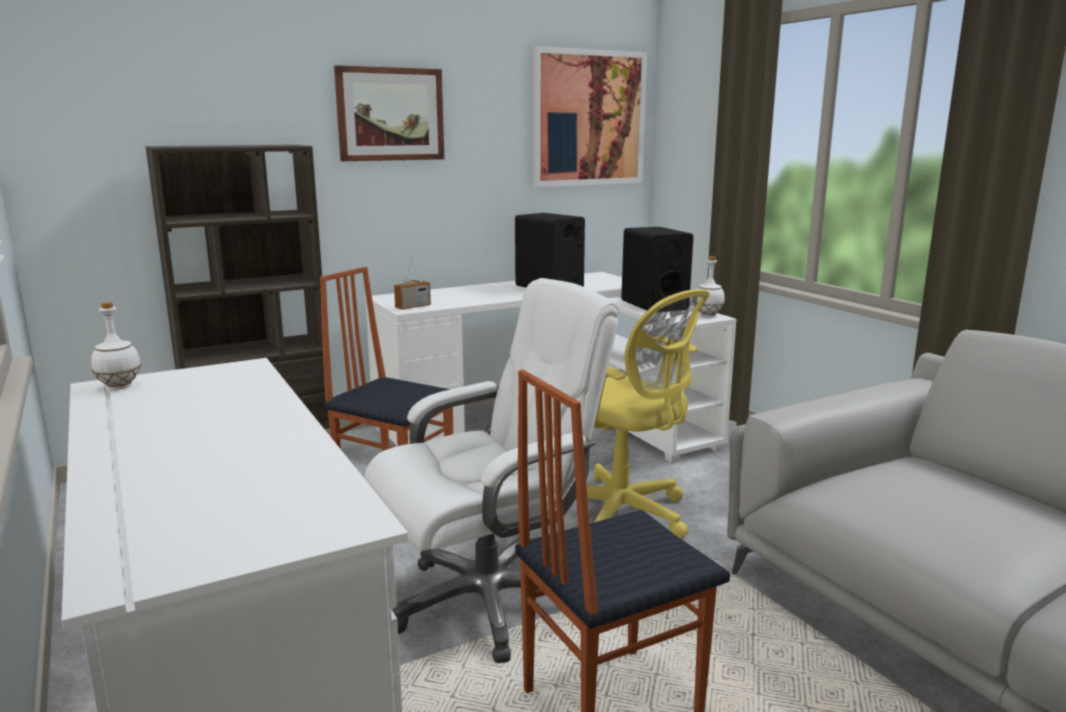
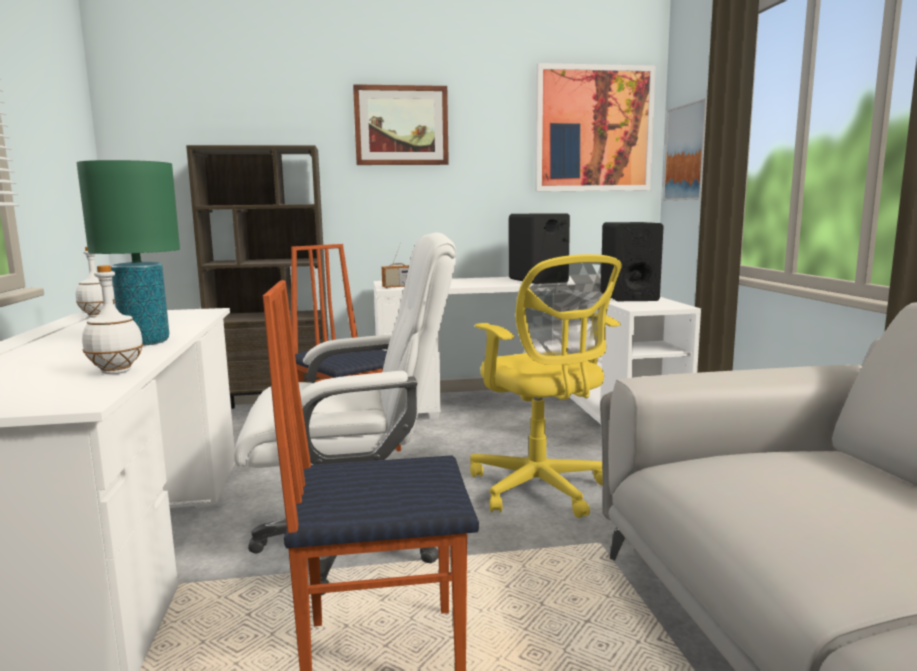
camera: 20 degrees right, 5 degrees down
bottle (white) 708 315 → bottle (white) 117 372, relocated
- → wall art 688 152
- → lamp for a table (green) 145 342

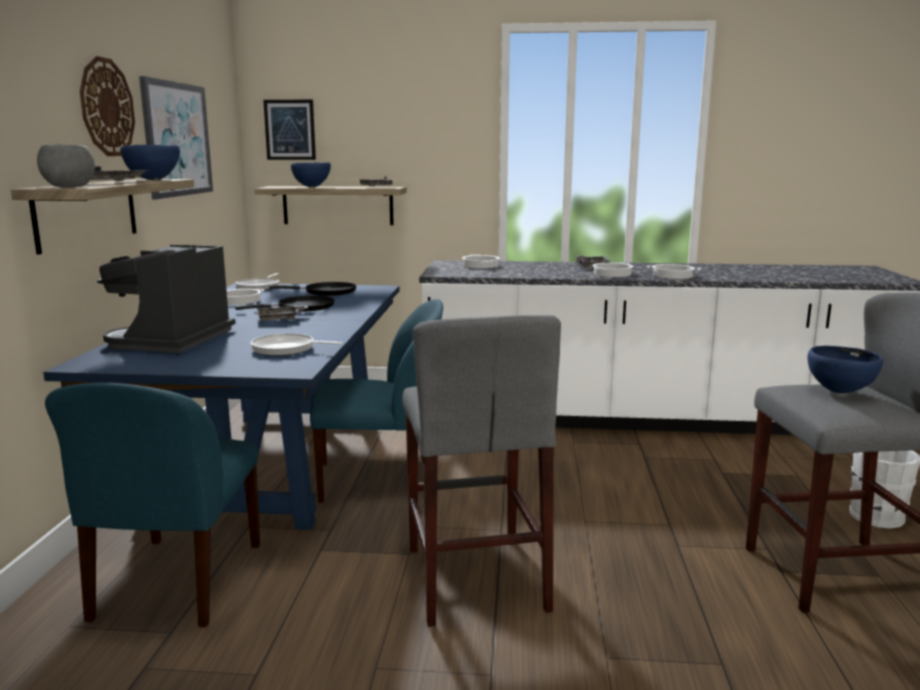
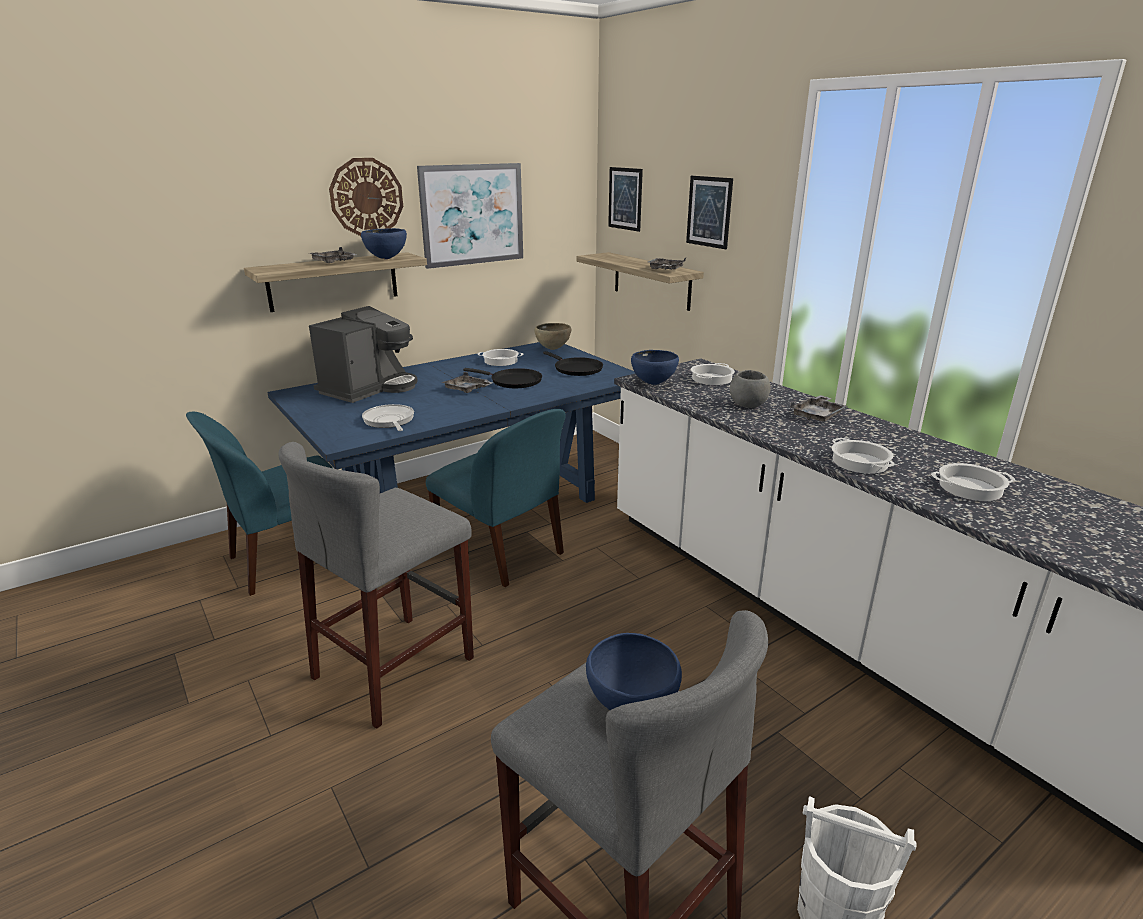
camera: 50 degrees right, 10 degrees up
deep dish (gray) 68 187 → deep dish (gray) 747 405, relocated
deep dish (blue) 312 187 → deep dish (blue) 653 383, relocated
coffee maker 172 340 → coffee maker 369 388, 150 degrees clockwise
saucepot 612 274 → saucepot 970 488, relocated
frying pan 259 287 → deep dish (brownish) 553 349
- → wall art 709 212

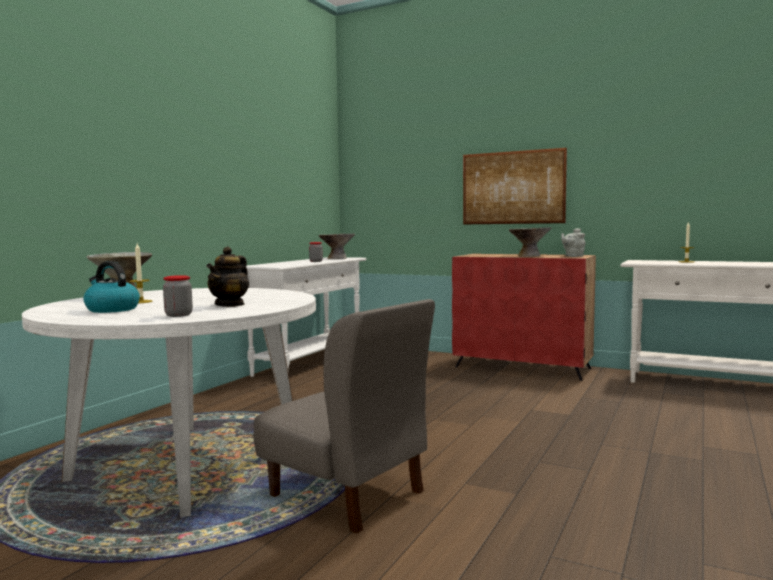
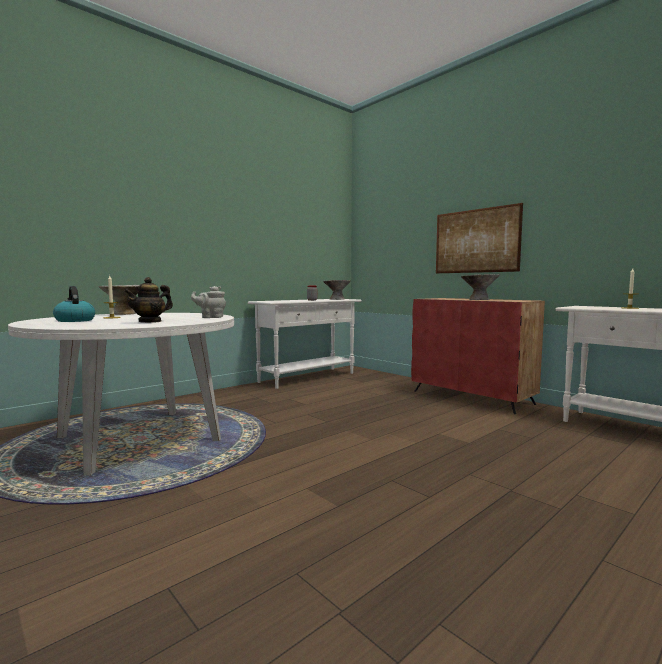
camera: 20 degrees right, 0 degrees up
tea pot (gray) 573 256 → tea pot (gray) 210 317, relocated
jar 178 315 → -
plain chair (gray) 347 494 → -

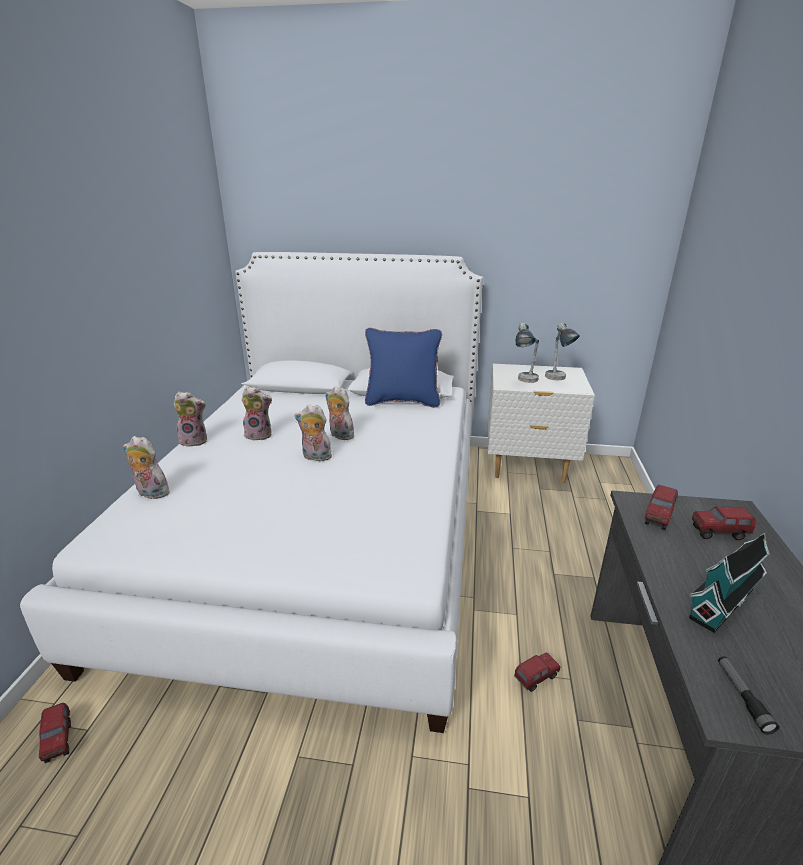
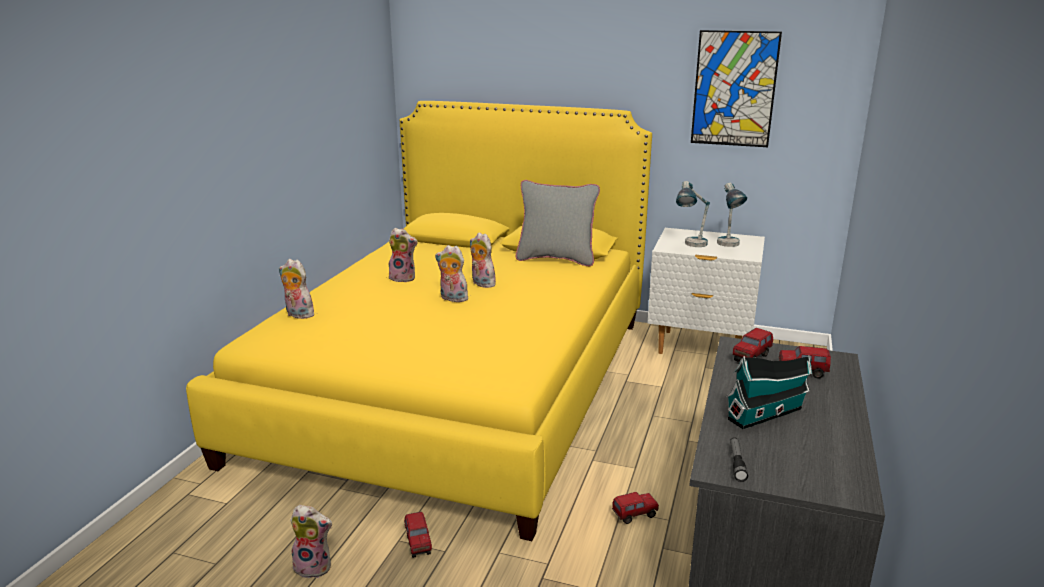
camera: 10 degrees right, 5 degrees down
sleeping bed (white) 322 531 → sleeping bed (yellow) 458 384
pillow (blue) 402 401 → pillow (gray) 556 259
cuddly toy 195 441 → cuddly toy 315 566, relocated
model truck 59 740 → model truck 418 544, relocated
- → wall art 734 89

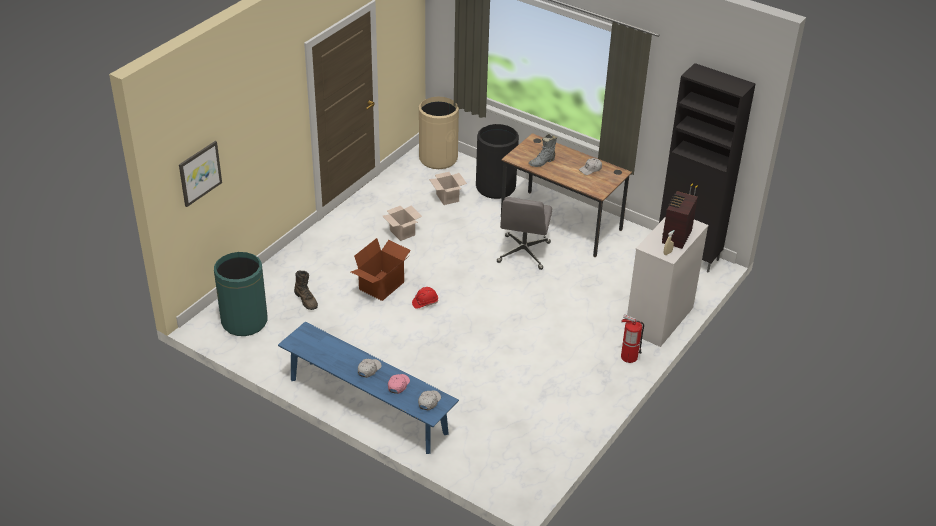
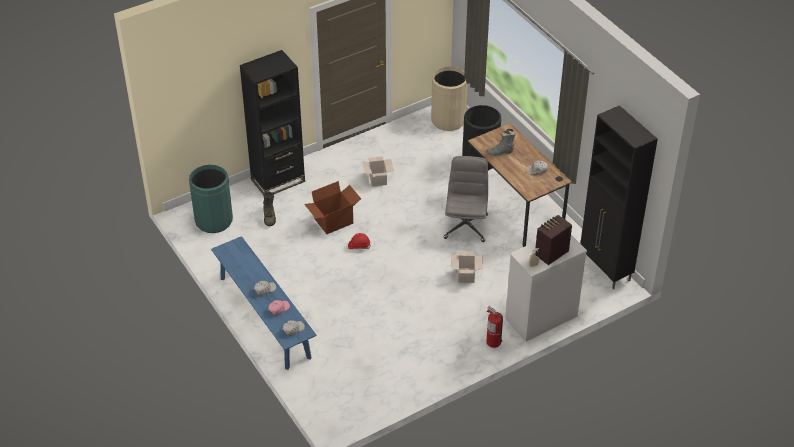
camera: 25 degrees right, 5 degrees up
wall art 199 173 → -
packing box 448 198 → packing box 466 276, relocated
computer chair (gray) 523 253 → computer chair (gray) 465 226, 150 degrees clockwise
- → bookshelf (black) 278 180

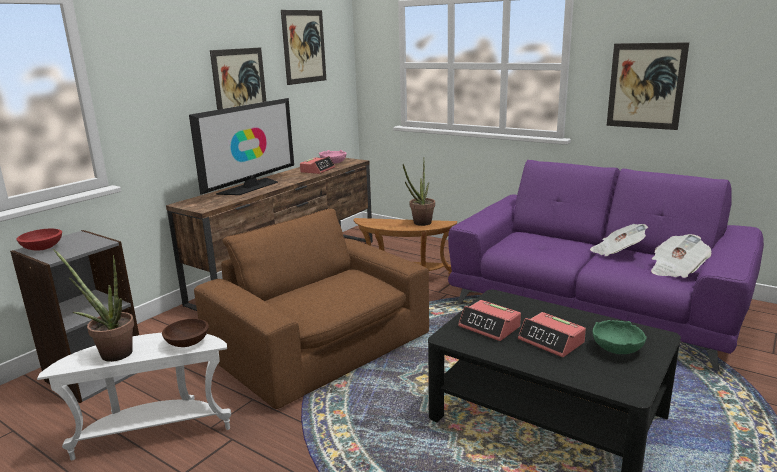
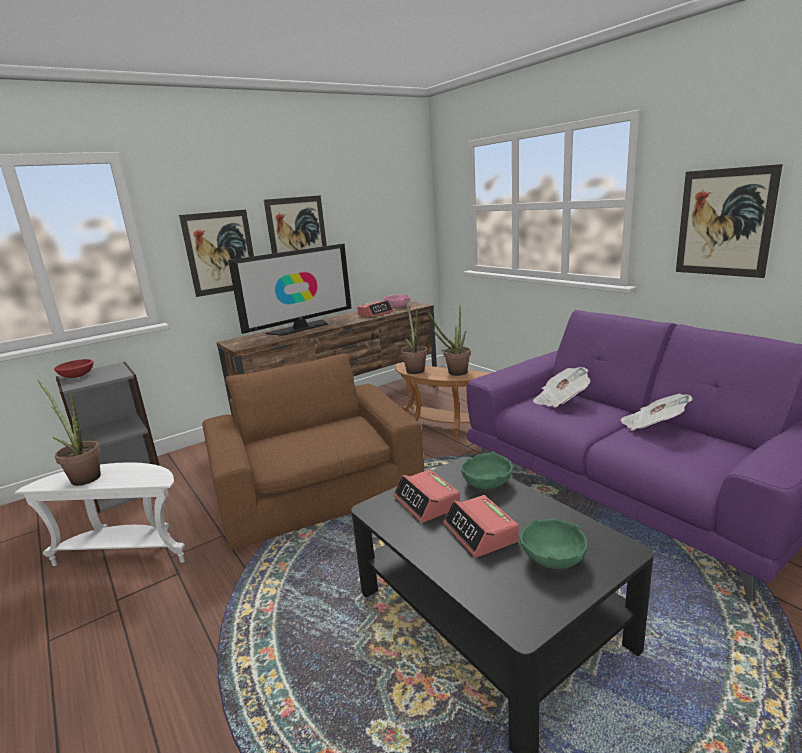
camera: 20 degrees right, 0 degrees up
wall art 304 47 → wall art 221 252, relocated
newspaper 676 270 → newspaper 560 400, relocated
deep dish (brownish) 187 342 → -
- → houseplant 414 369
- → deep dish (green) 486 483

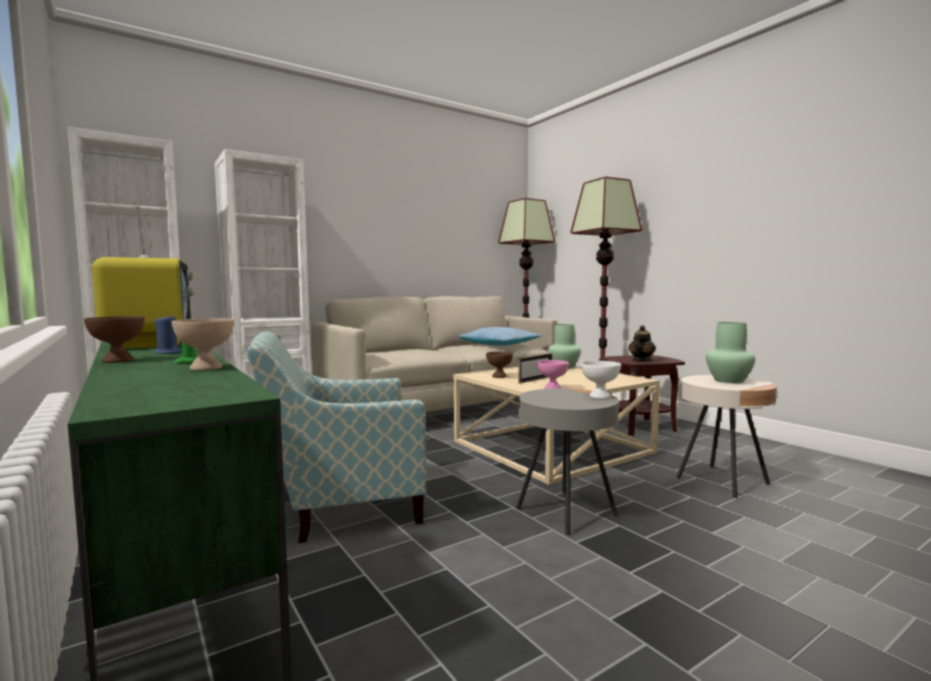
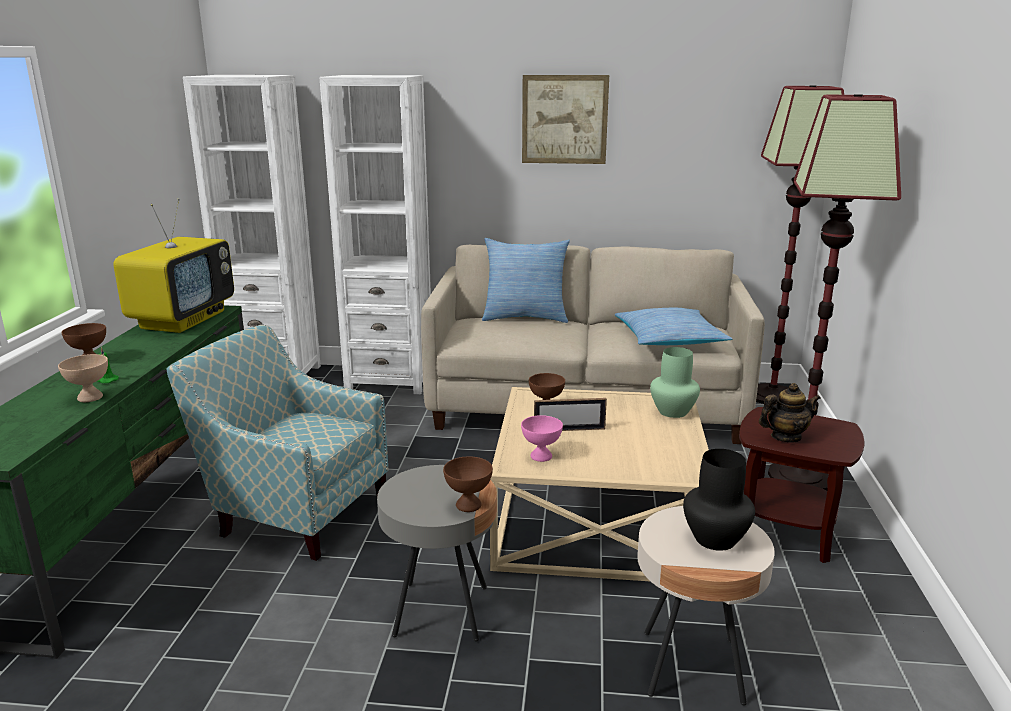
camera: 40 degrees right, 15 degrees up
wax light (blue) 168 353 → -
flower vase (green) 728 380 → flower vase (black) 714 538
deep dish (white) 599 396 → deep dish (brownish) 467 505
- → wall art 564 119
- → pillow 525 317

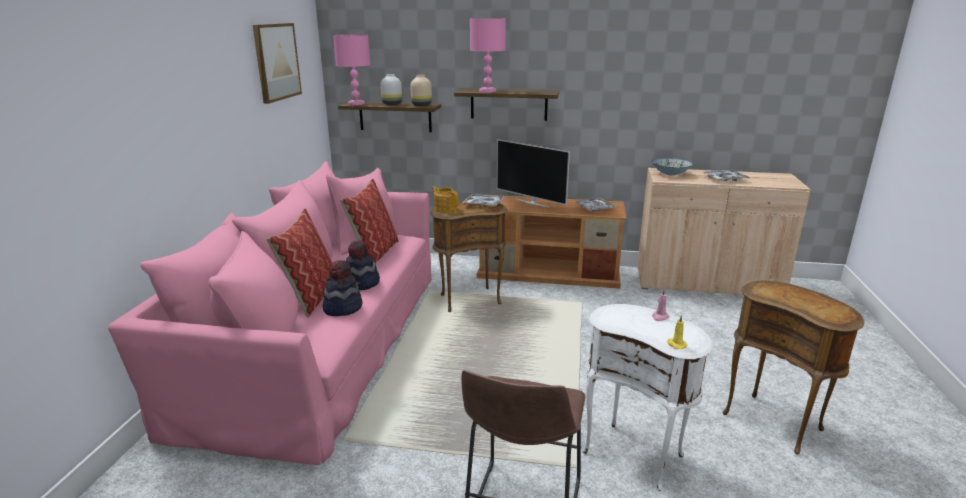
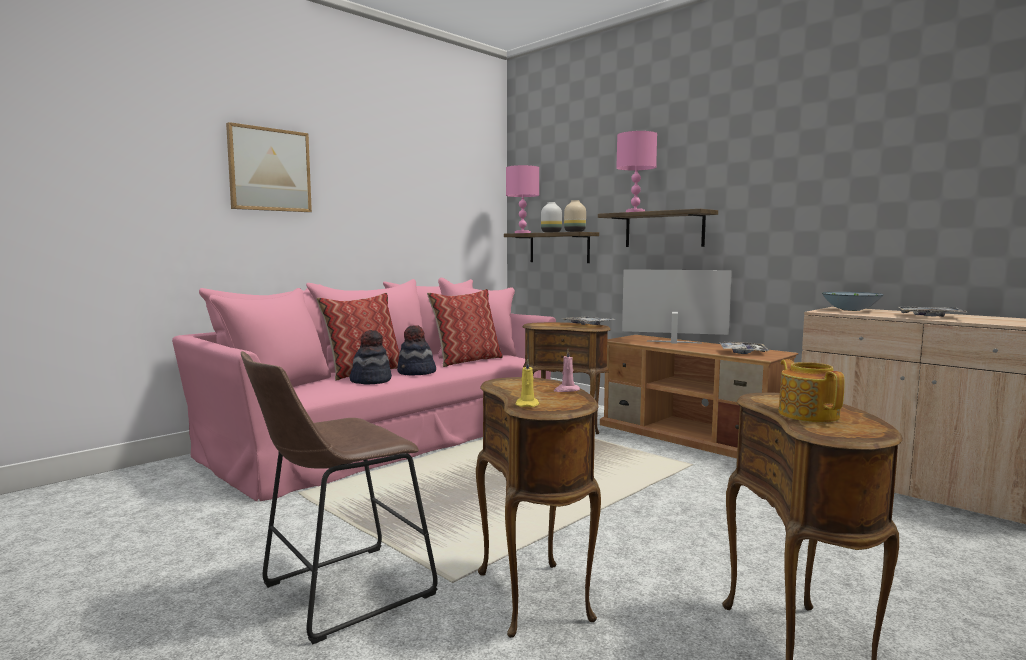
camera: 35 degrees right, 15 degrees down
wall art 276 61 → wall art 269 170, relocated
television 532 203 → television 673 342, 120 degrees clockwise
tea pot 445 209 → tea pot 808 414, relocated
accent table (white) 635 453 → accent table (brownish) 538 596

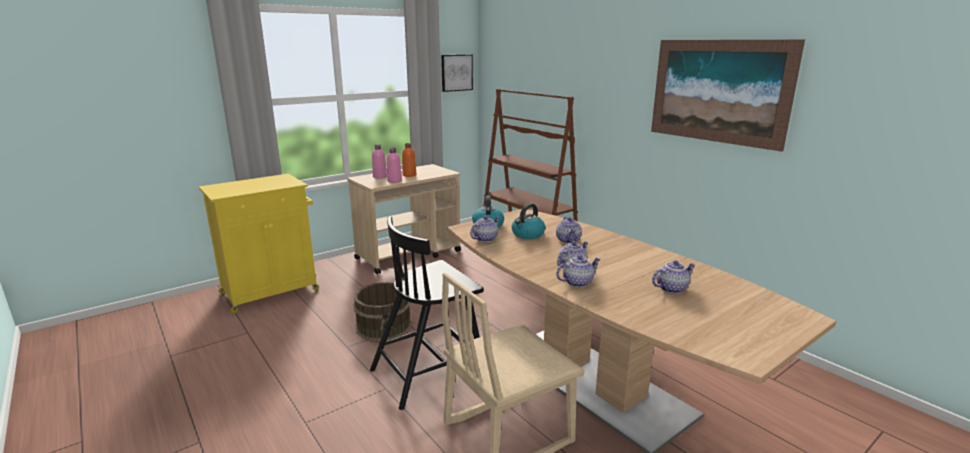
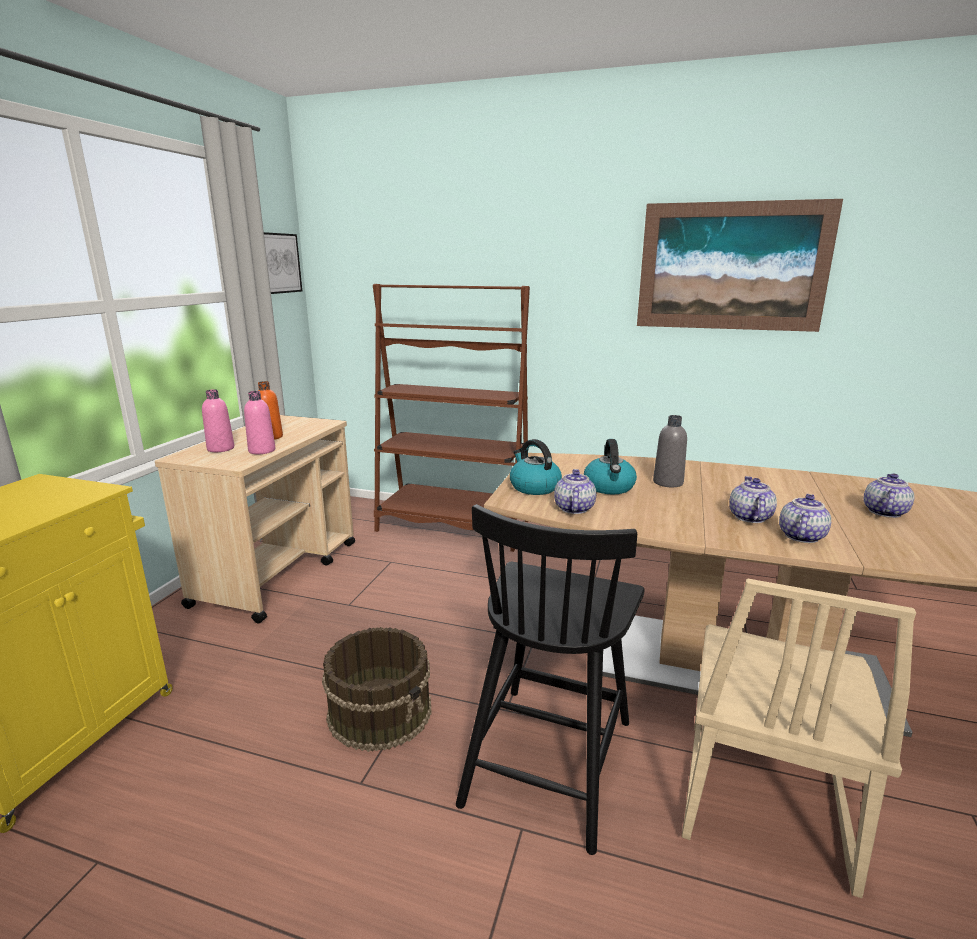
camera: 35 degrees left, 0 degrees up
tea pot 568 240 → bottle (gray) 668 482

